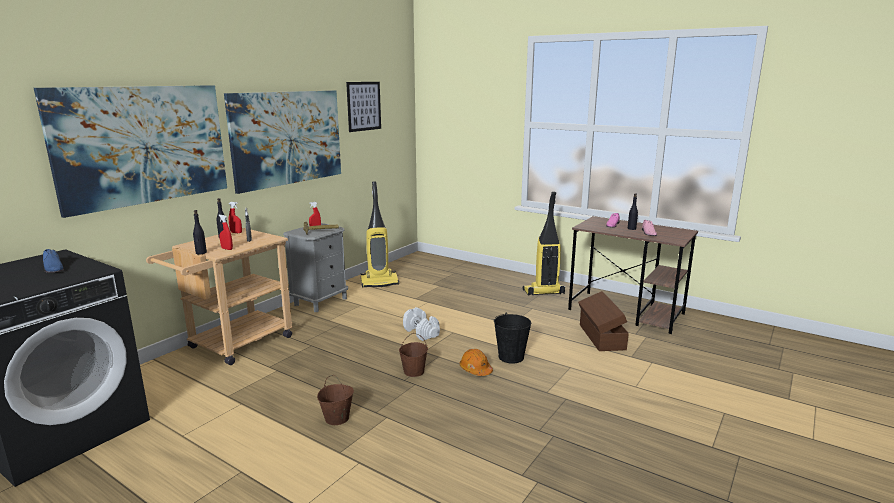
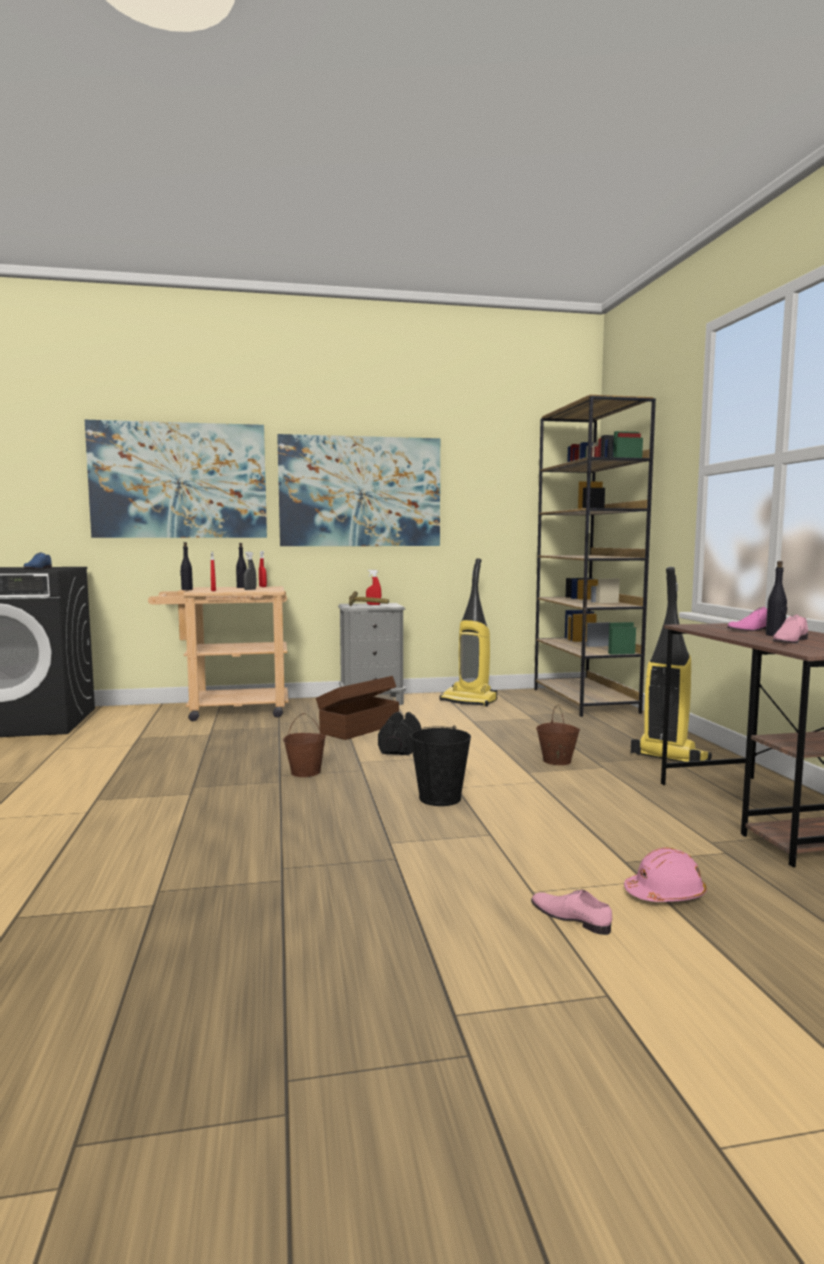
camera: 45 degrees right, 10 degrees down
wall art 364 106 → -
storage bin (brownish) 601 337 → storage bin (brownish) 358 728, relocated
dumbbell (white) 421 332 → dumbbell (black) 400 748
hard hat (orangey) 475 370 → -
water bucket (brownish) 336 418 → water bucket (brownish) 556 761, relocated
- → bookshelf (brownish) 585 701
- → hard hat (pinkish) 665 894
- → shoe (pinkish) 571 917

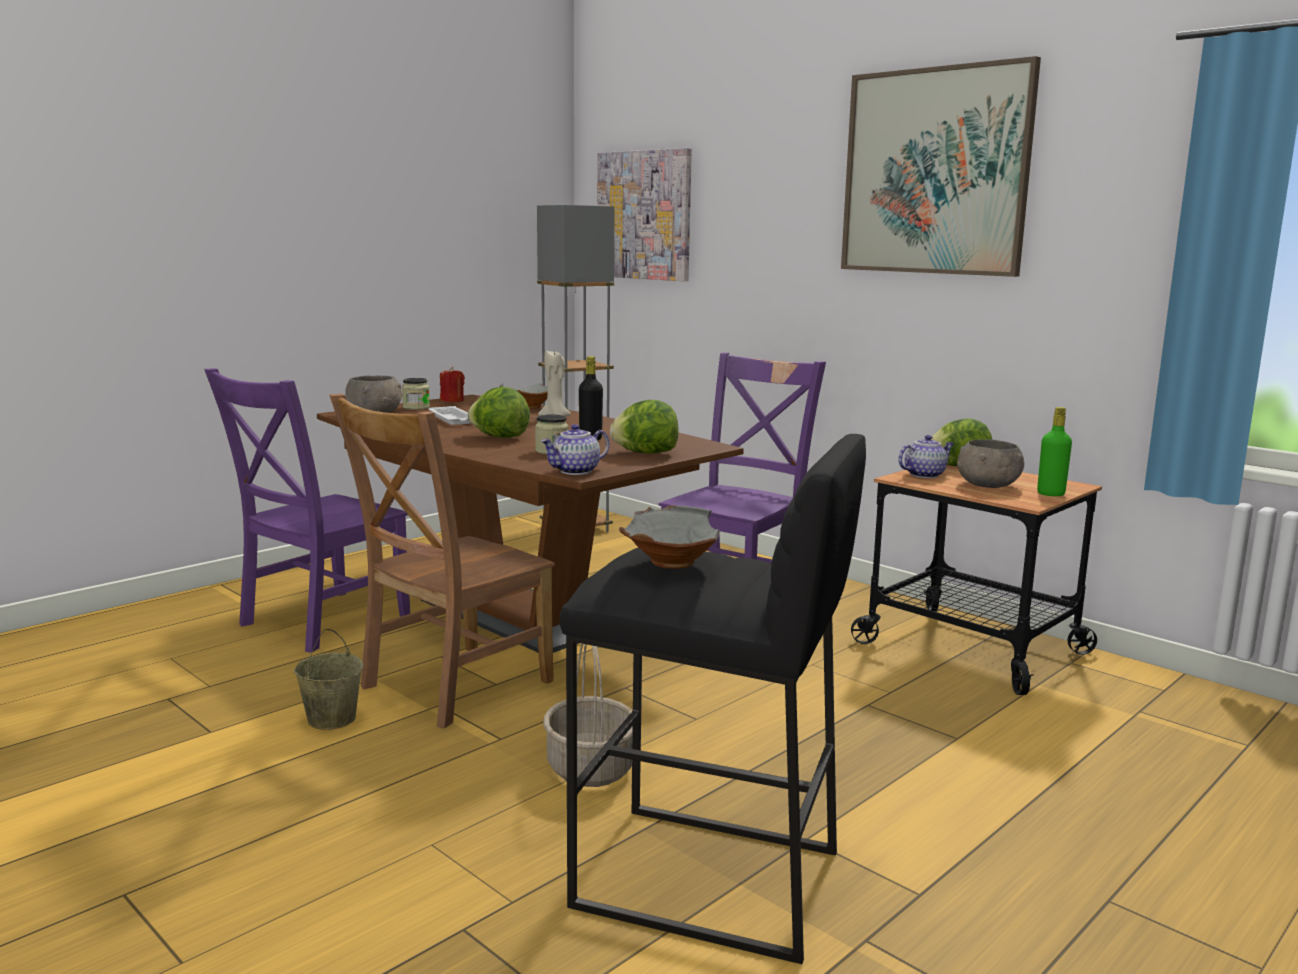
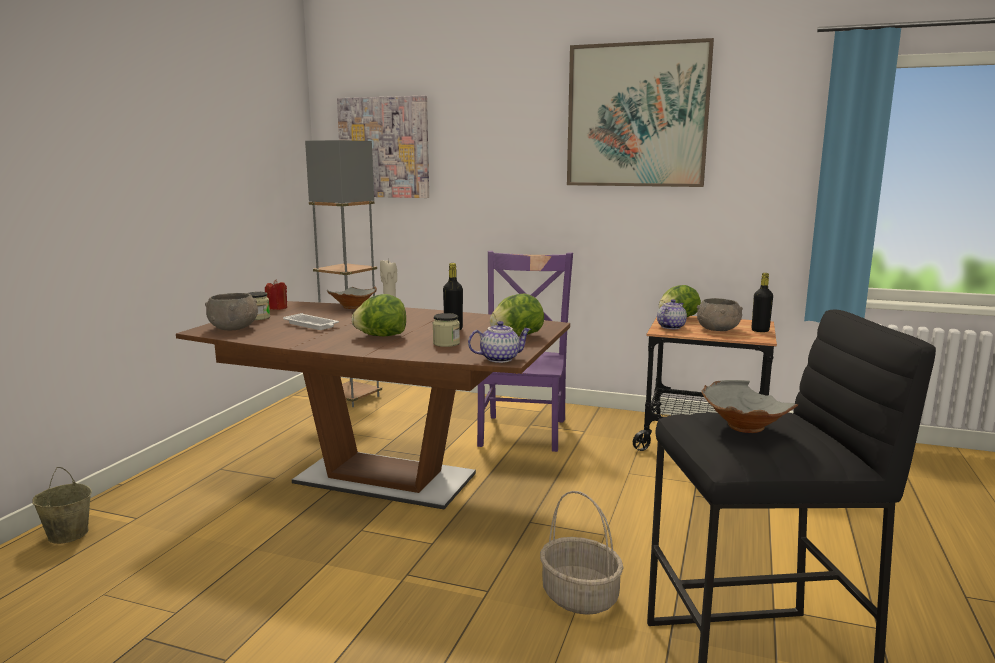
camera: 25 degrees left, 0 degrees up
plain chair (purple) 319 622 → -
plain chair (brownish) 450 686 → -
bottle (green) 1050 494 → bottle (black) 760 330
tea pot 576 471 → tea pot 500 358, 135 degrees counterclockwise
water bucket (sand-coloured) 331 719 → water bucket (sand-coloured) 67 534, relocated

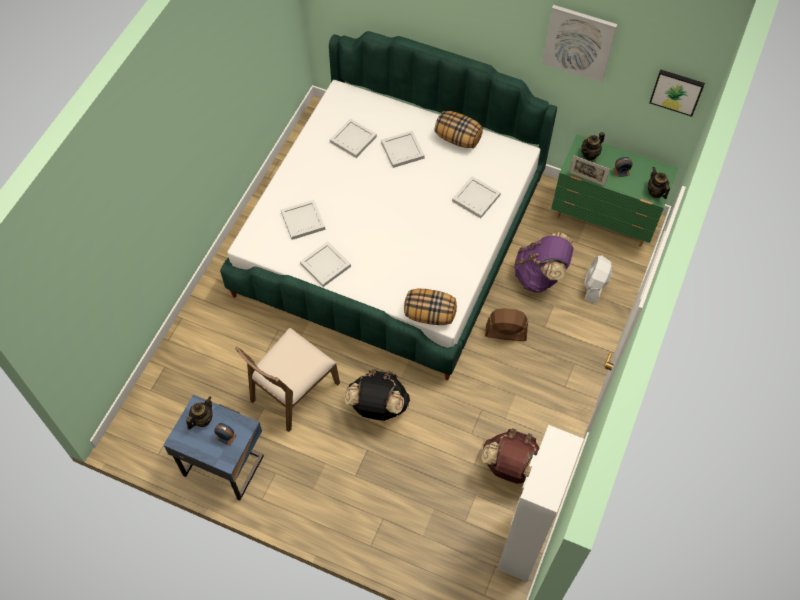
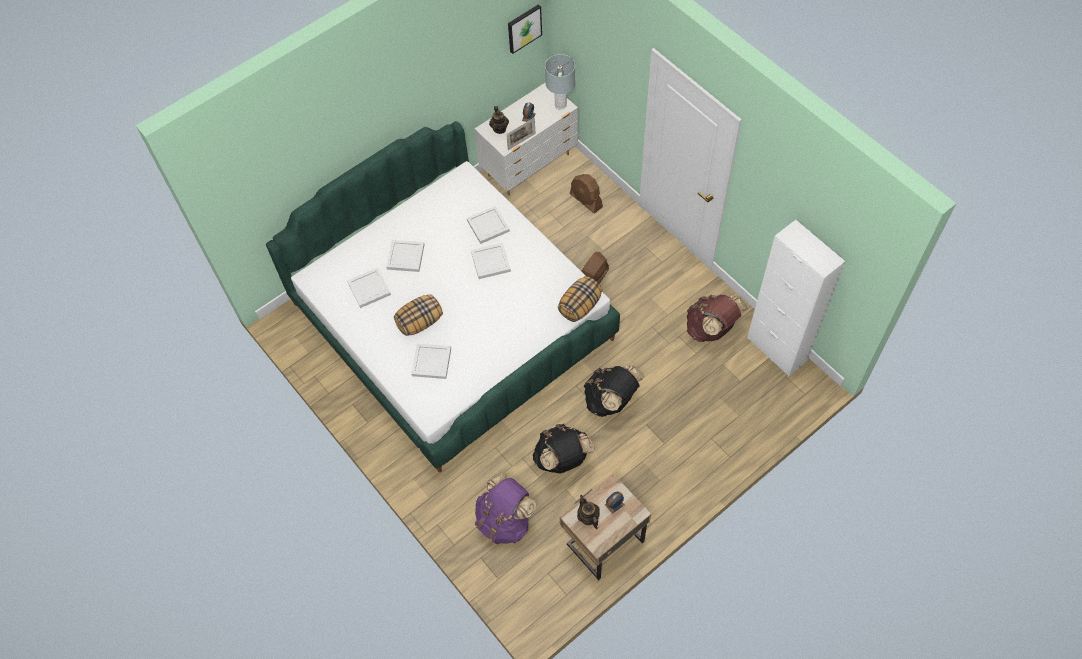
camera: 60 degrees left, 0 degrees up
wall art 579 43 → -
pillow 458 138 → pillow 420 322, relocated
drawer chest (green) 604 219 → drawer chest (white) 530 165
tea pot 655 192 → lamp for a table (gray) 560 105
rucksack (purple) 540 276 → rucksack (purple) 504 521, relocated
tray (white) 326 265 → tray (white) 491 261, relocated
fan (white) 595 286 → fan (brownish) 586 200
plain chair (brownish) 293 391 → rucksack (black) 562 459
nightstand (blue) 224 463 → nightstand (sand-coloured) 603 541

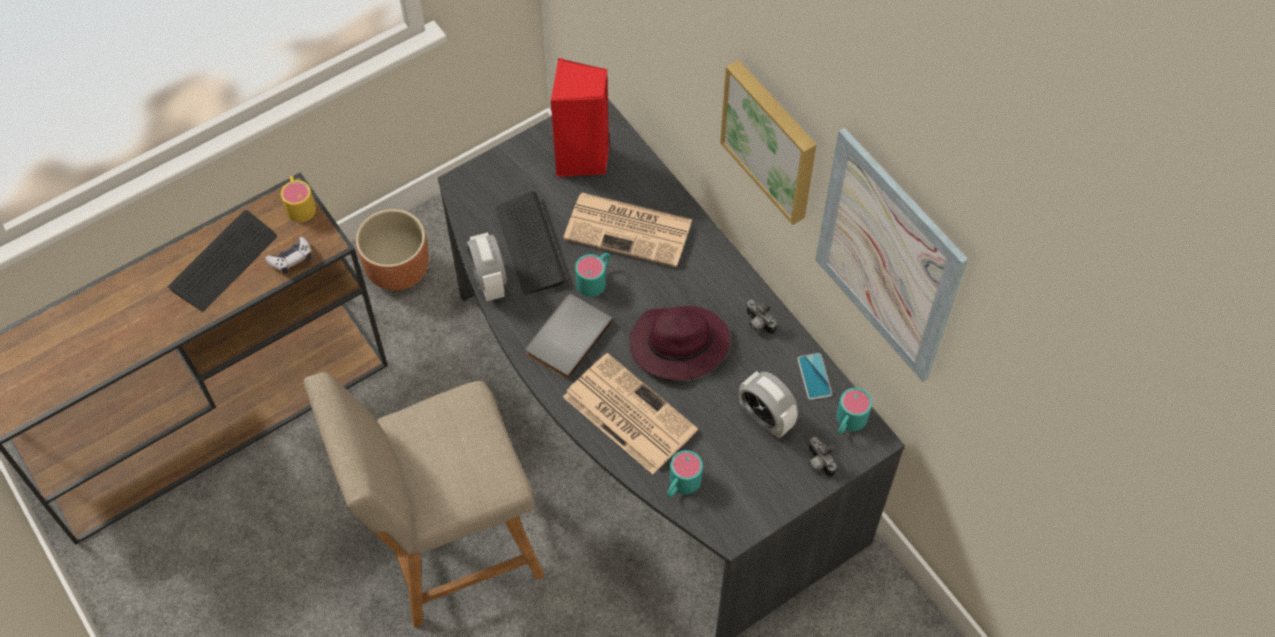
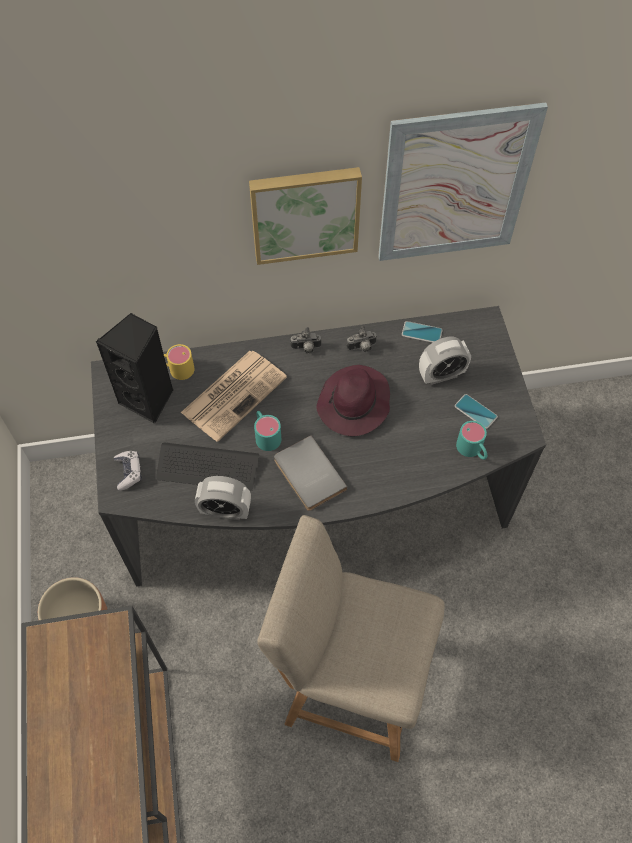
camera: 65 degrees left, 0 degrees up
loudspeaker (reddish) 582 159 → loudspeaker (black) 149 399
tea mug (yellow) 299 204 → tea mug (yellow) 176 369, relocated
keyboard 224 262 → -
gamepad 291 259 → gamepad 129 472, relocated
newspaper 627 413 → -
plain chair (sand-coloured) 447 545 → plain chair (sand-coloured) 349 682, 105 degrees clockwise
tea mug (turquoise) 848 423 → -
photo camera 817 463 → photo camera 306 349, relocated
- → telephone 475 411

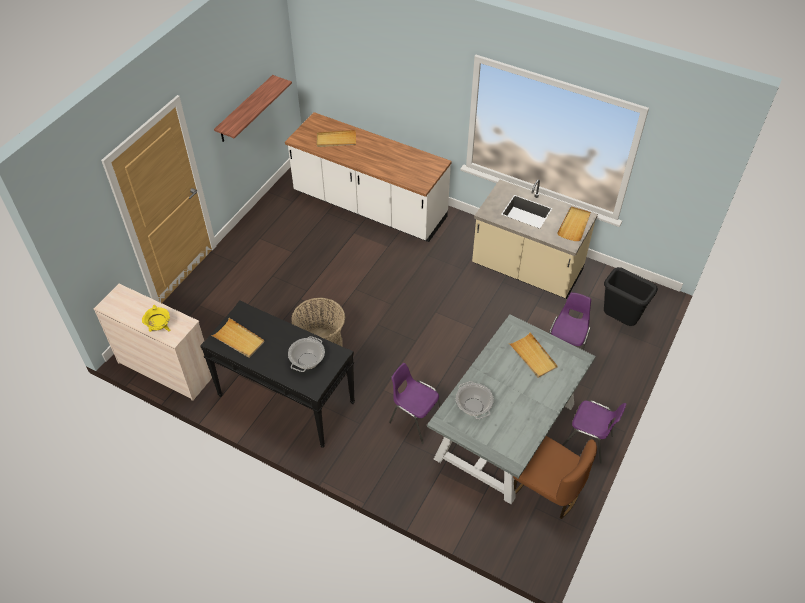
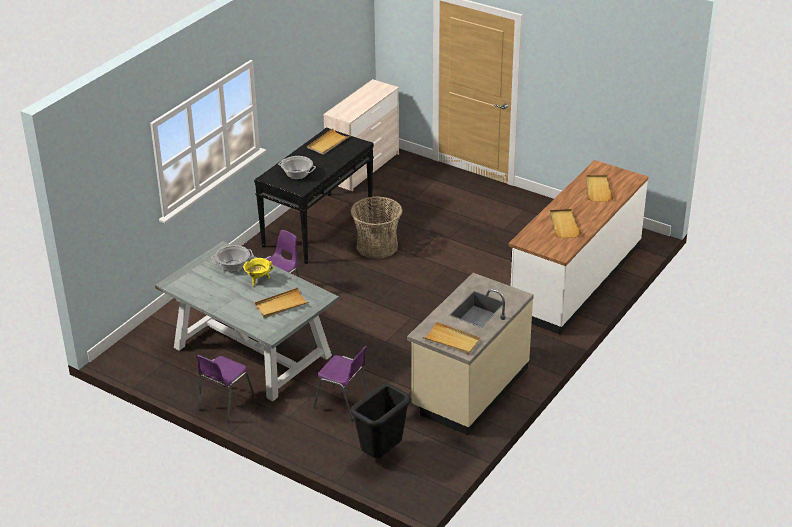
camera: 95 degrees right, 15 degrees down
wall shelf 245 109 → -
saucepot (yellow) 160 328 → saucepot (yellow) 258 280, relocated
plain chair (brownish) 547 491 → -
- → tray (sand-coloured) 564 225

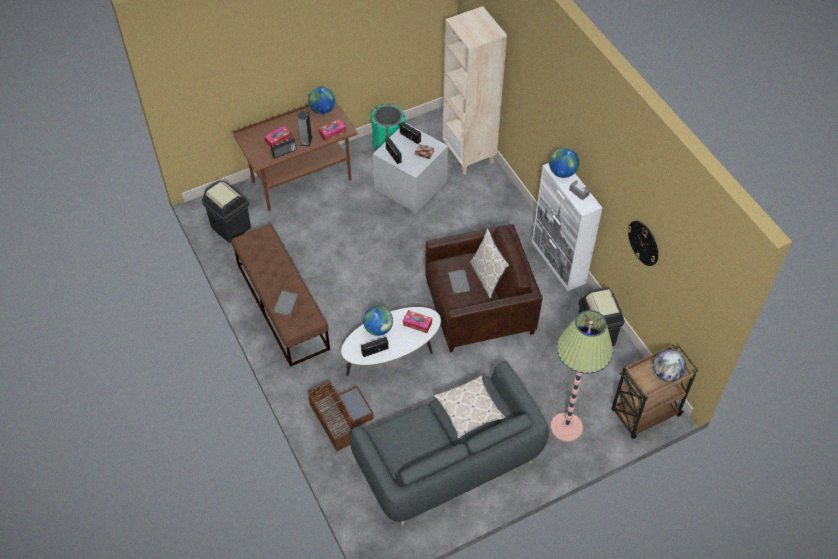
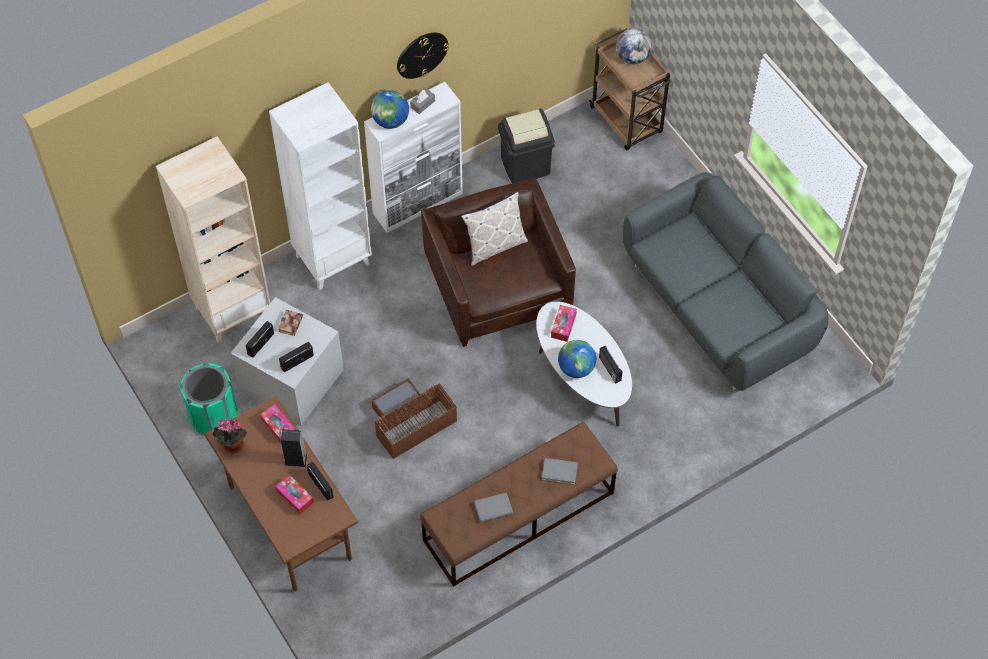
camera: 95 degrees left, 5 degrees up
world globe 322 110 → houseplant 231 446
trash can (black) 230 227 → -
hanging clock 643 242 → hanging clock 422 54, relocated
bound book (gray) 458 282 → bound book (gray) 493 509, relocated
standing lamp 566 427 → -
pillow 469 410 → -
storage bin (brownish) 340 417 → storage bin (brownish) 410 422, relocated
- → bookshelf (white) 333 259

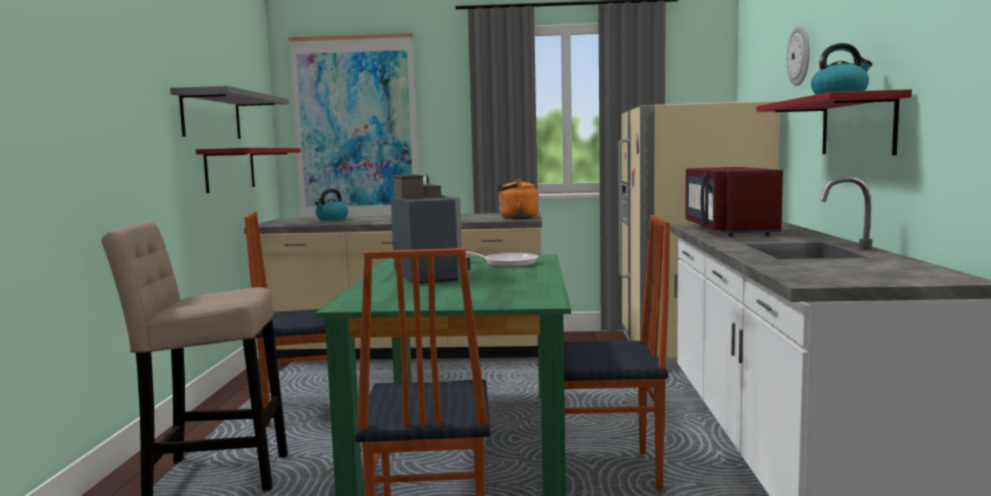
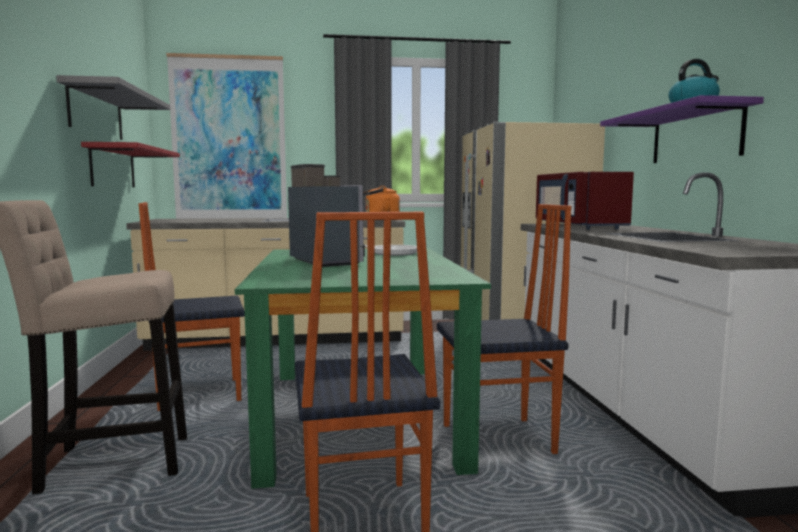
camera: 10 degrees left, 0 degrees up
hanging clock 800 56 → -
wall shelf (reddish) 857 126 → wall shelf (purple) 695 135
water kettle 331 219 → -

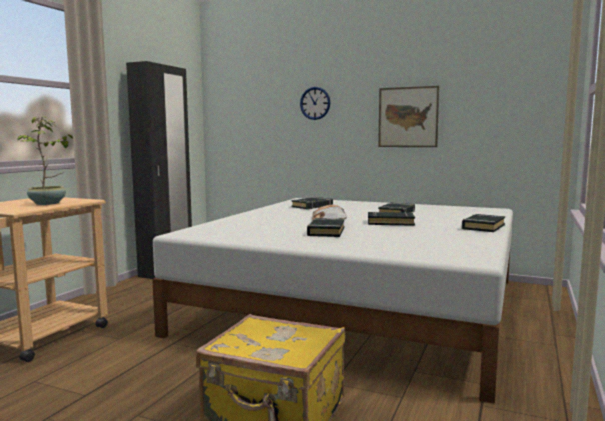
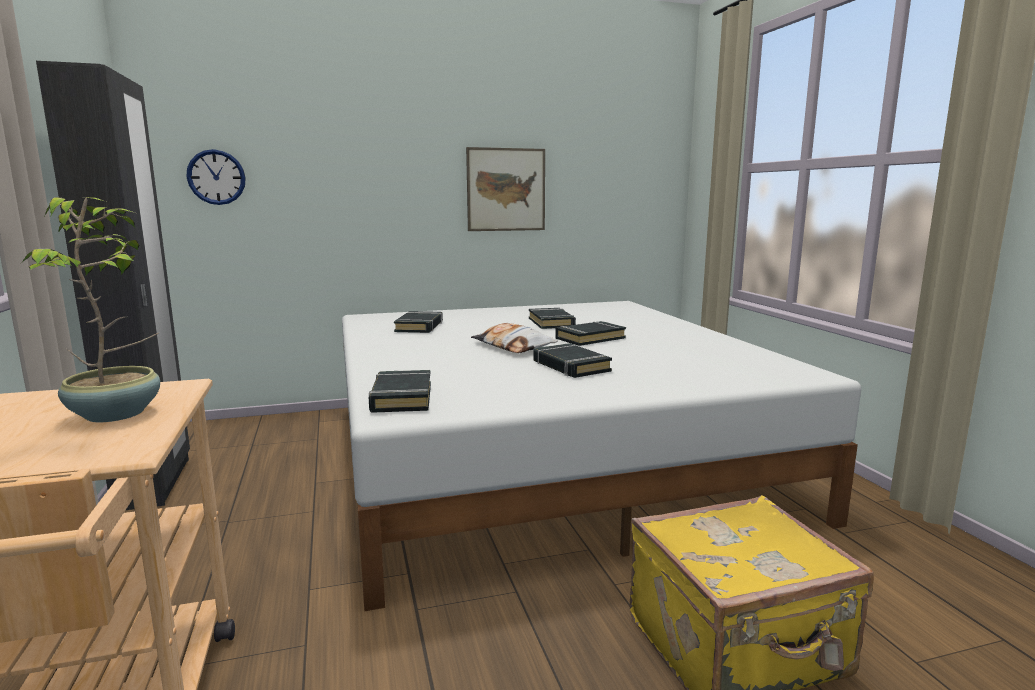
camera: 40 degrees left, 5 degrees up
hanging clock 315 103 → hanging clock 216 177, relocated
bound book (black) 483 227 → bound book (black) 401 397, relocated

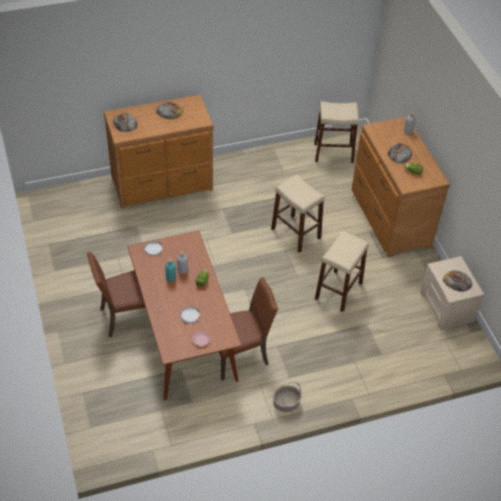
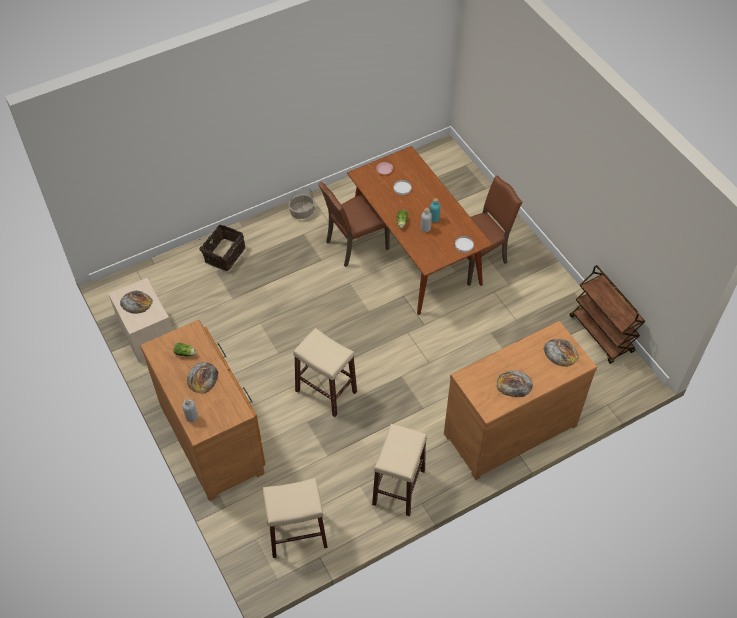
camera: 170 degrees right, 5 degrees up
stool seat (sand-coloured) 338 291 → stool seat (sand-coloured) 398 487, relocated
- → storage basket 224 254
- → wheeled cart (brownish) 601 334

